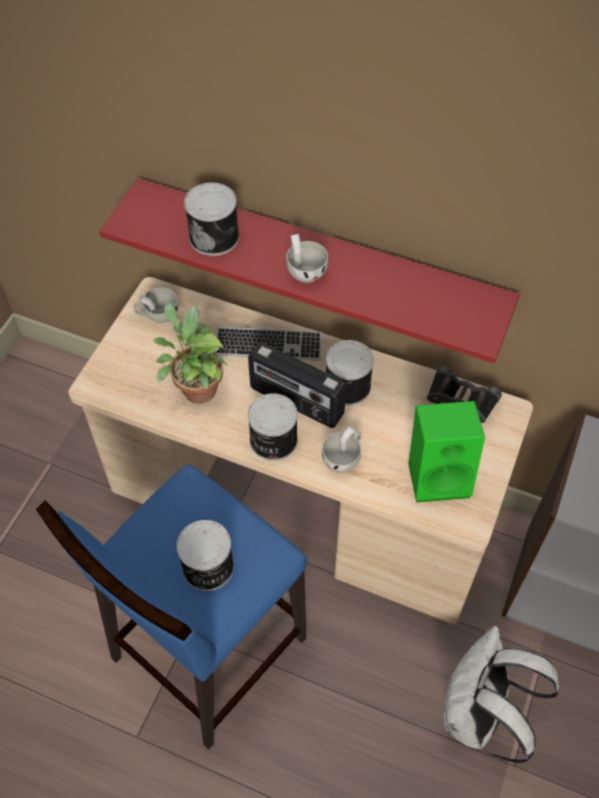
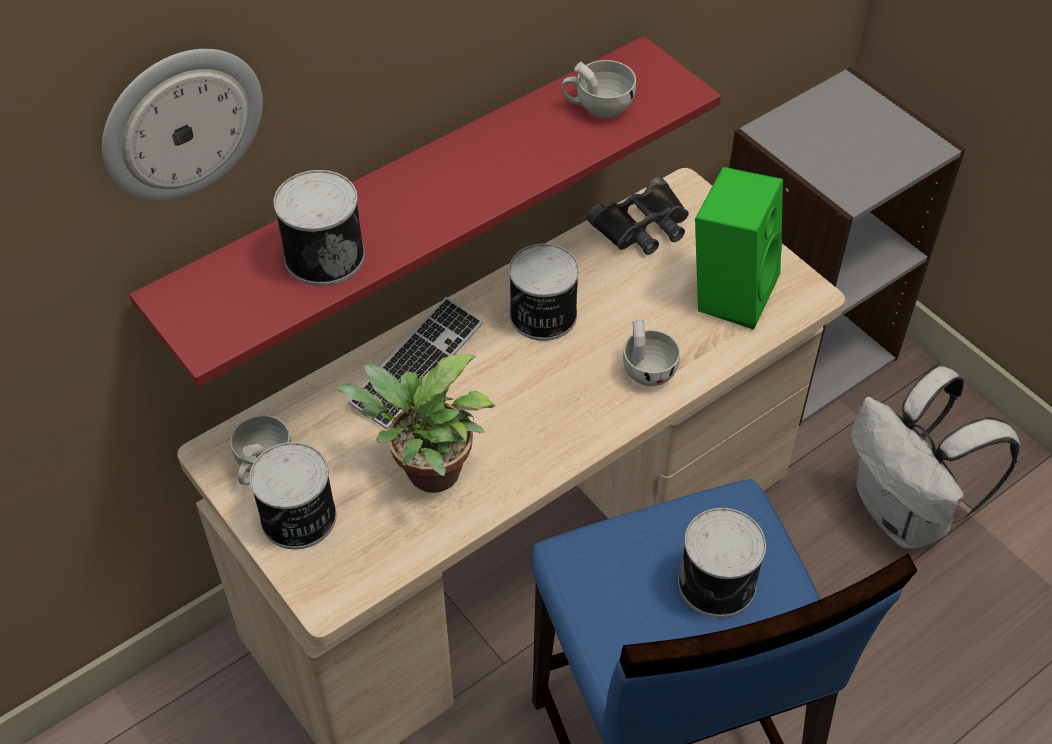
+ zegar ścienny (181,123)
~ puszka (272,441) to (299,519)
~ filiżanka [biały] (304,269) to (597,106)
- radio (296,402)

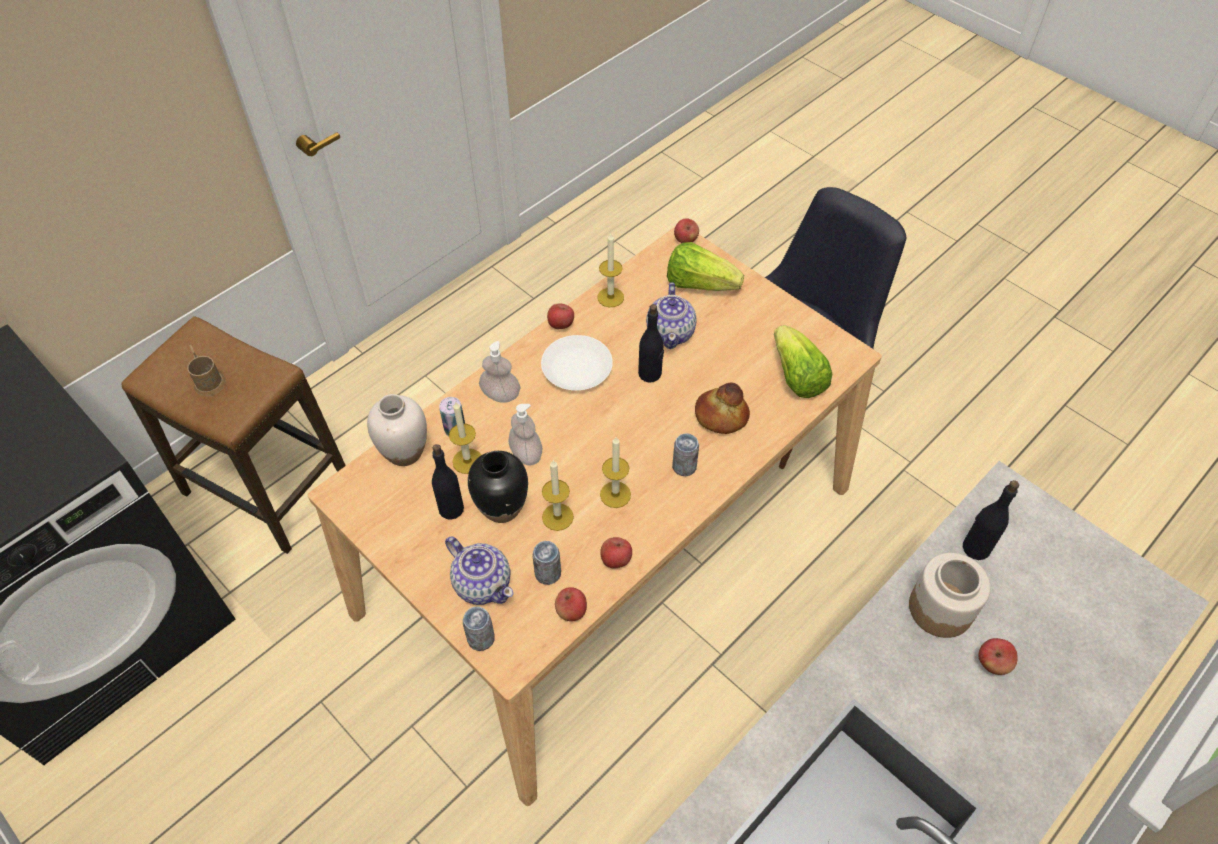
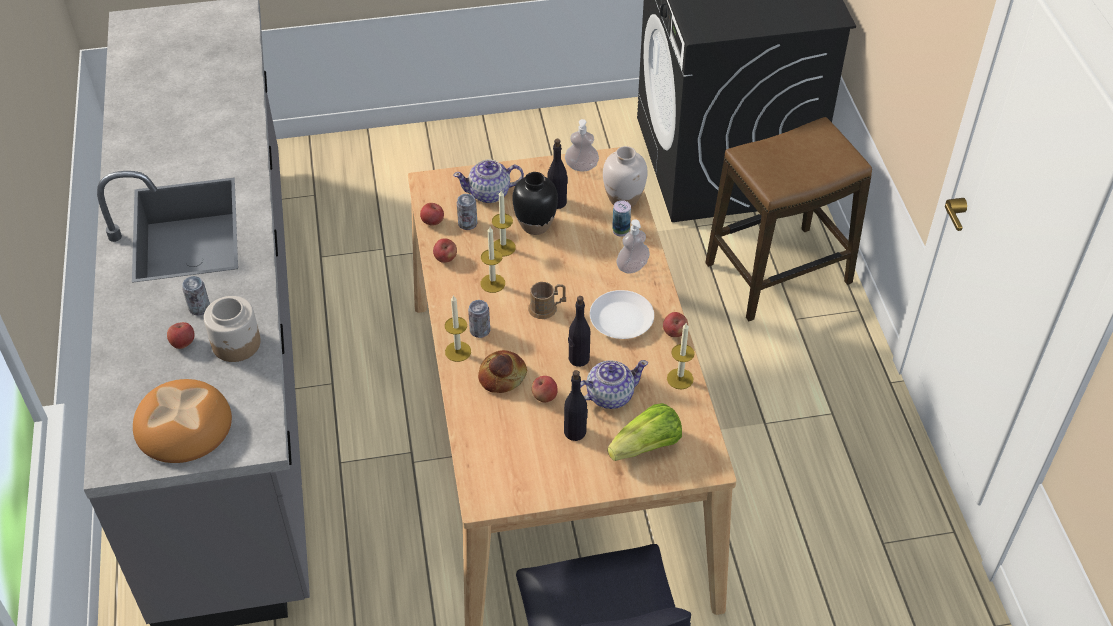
+ chleb (182,426)
~ puszka (481,638) to (199,308)
~ świeca (467,461) to (458,351)
~ kubek [brązowy] (208,380) to (547,308)
~ jabłko (685,240) to (544,396)
~ butelka [czarny] (976,547) to (575,432)
~ dozownik mydła (526,454) to (581,166)
~ imbryk (671,332) = (609,395) 120 degrees clockwise
- sałata (796,376)

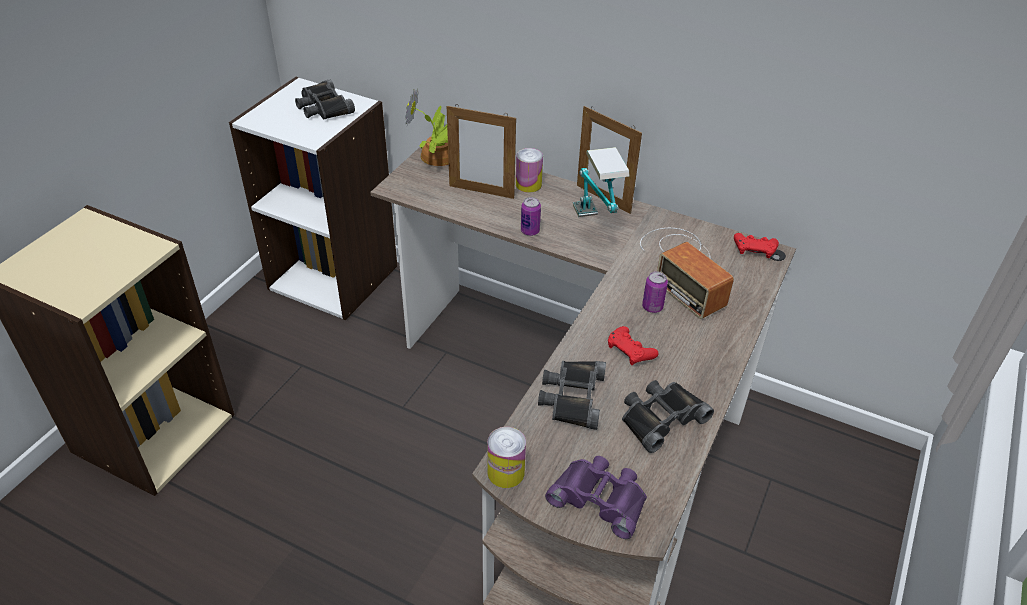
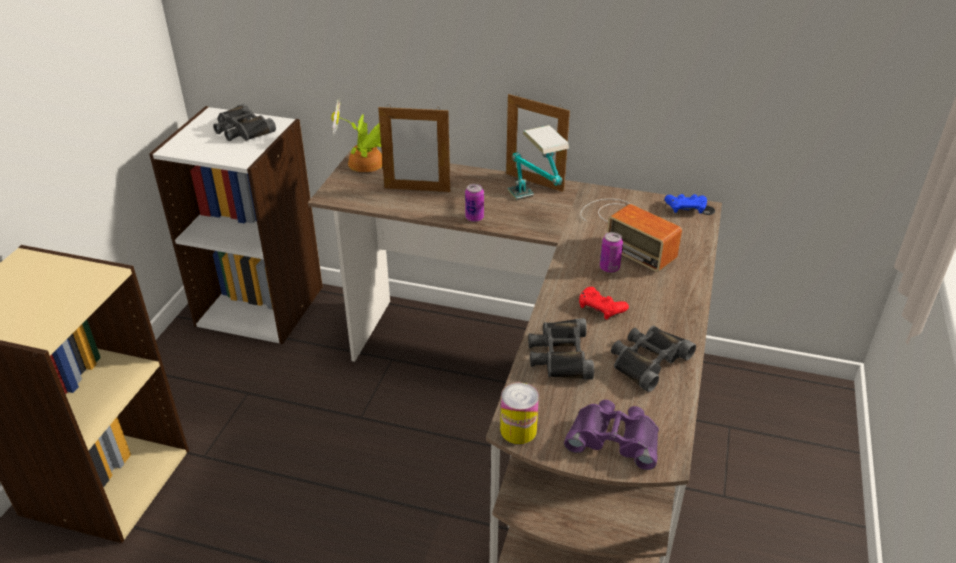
~ pad do gier [czerwony] (754,249) to pad do gier [niebieski] (686,207)
- puszka (528,184)

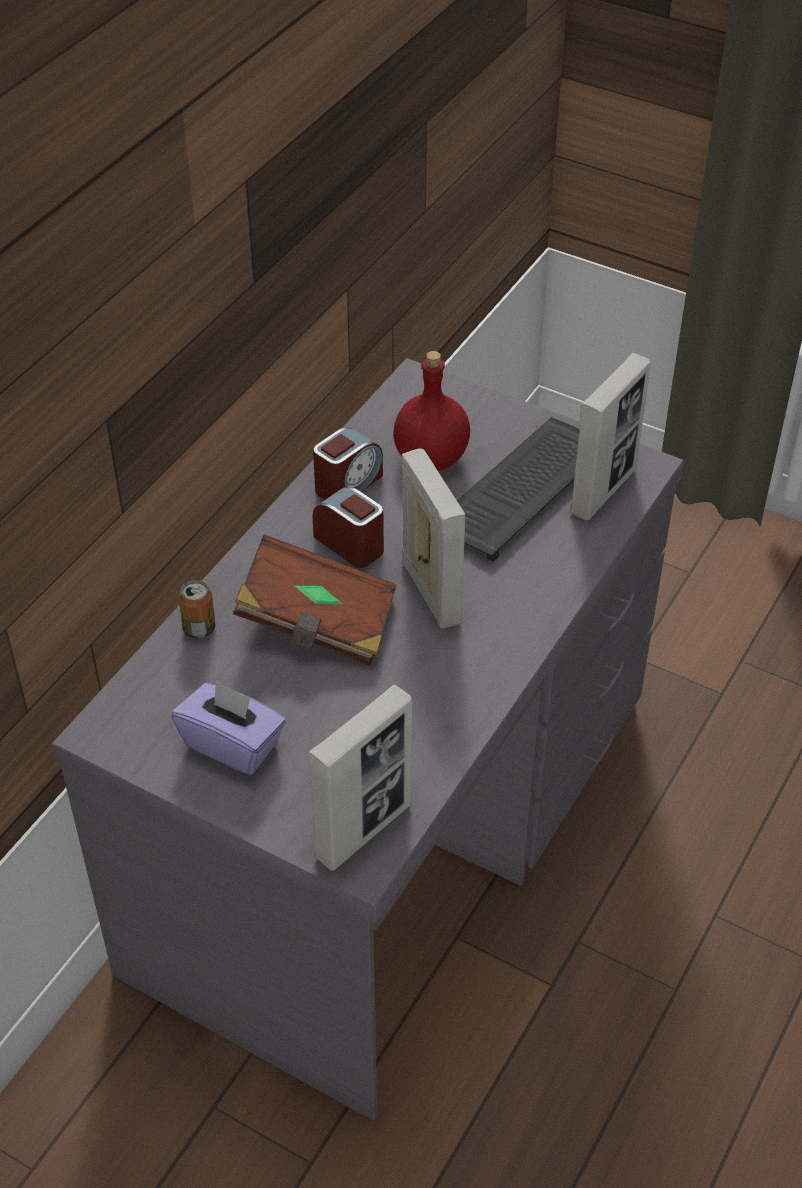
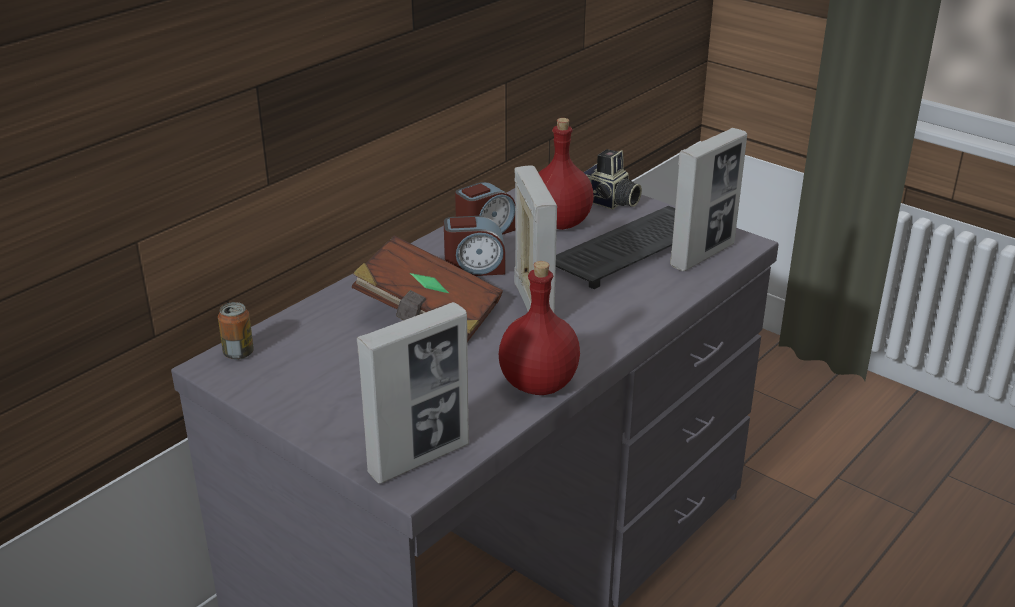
~ puszka (199,629) to (238,353)
~ budzik (350,544) = (474,268) 120 degrees clockwise
+ butelka [czerwony] (539,385)
+ aparat fotograficzny (608,202)
- pudełko chusteczek [fioletowy] (232,744)

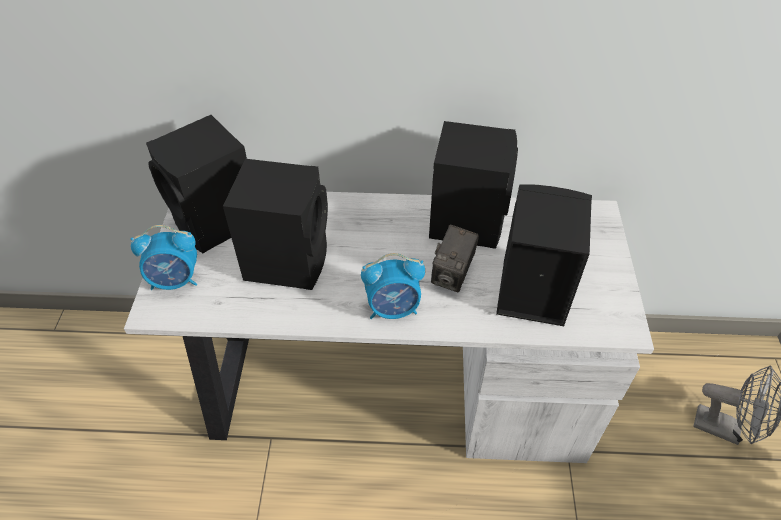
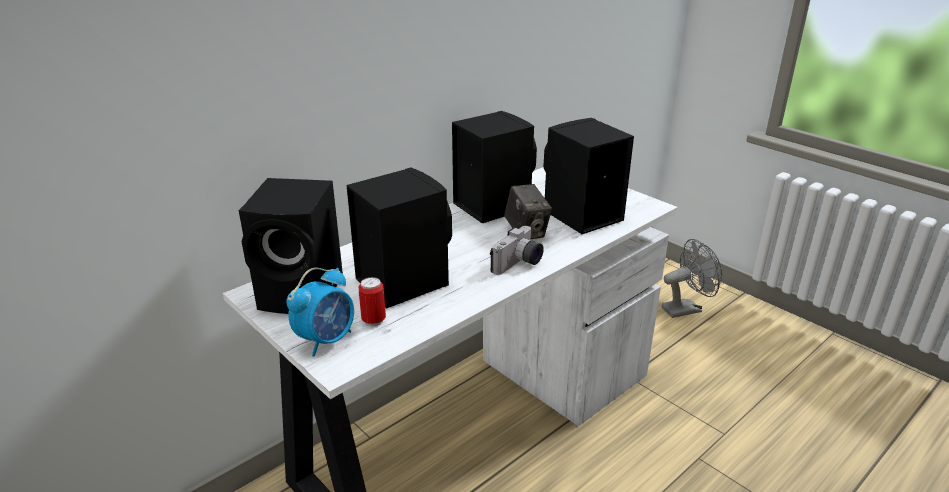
+ puszka (373,320)
~ budzik (393,308) to aparat fotograficzny (518,264)

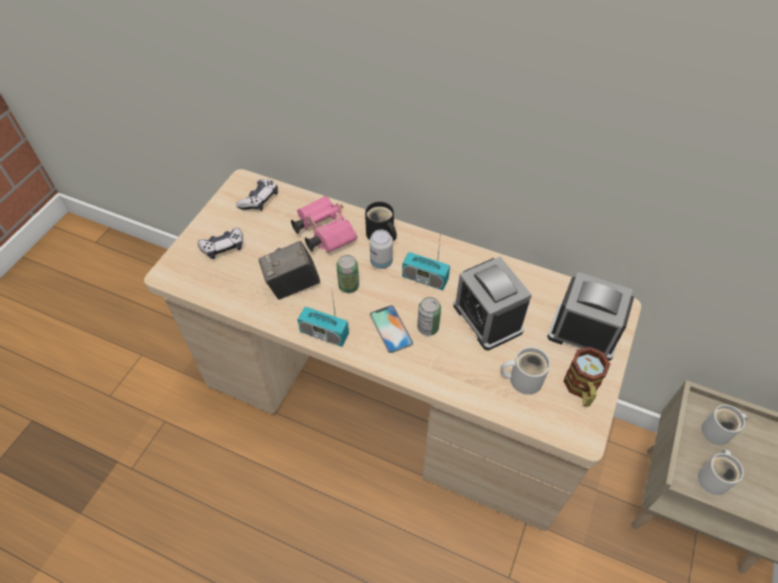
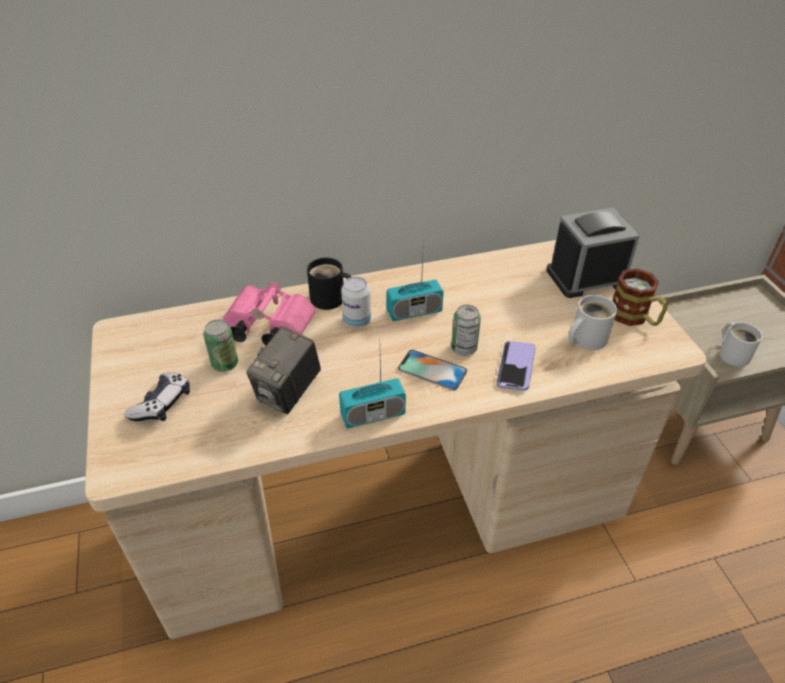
~ puszka (348,286) to (225,364)
+ telefon (515,367)
- pad do gier (259,200)
- budzik (487,318)
- kubek [biały] (719,432)

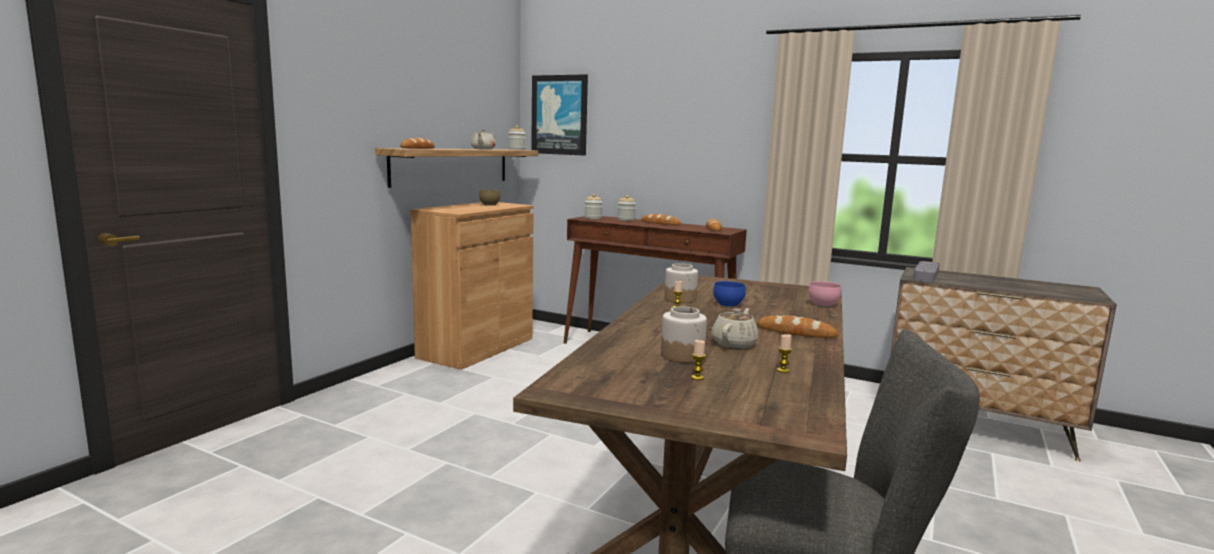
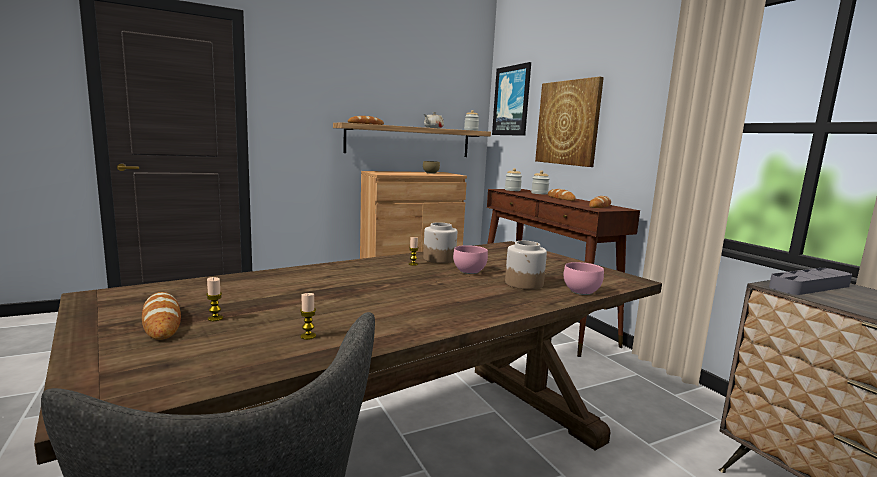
~ chleb (796,332) to (162,321)
~ miska [niebieski] (727,305) to miska [różowy] (468,271)
~ słoik (682,355) to (524,283)
+ obraz (568,123)
- imbryk [beżowy] (734,344)

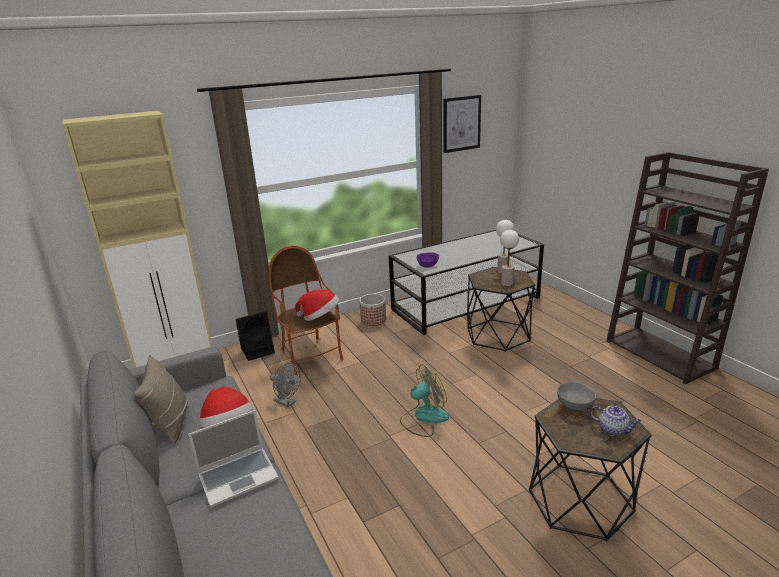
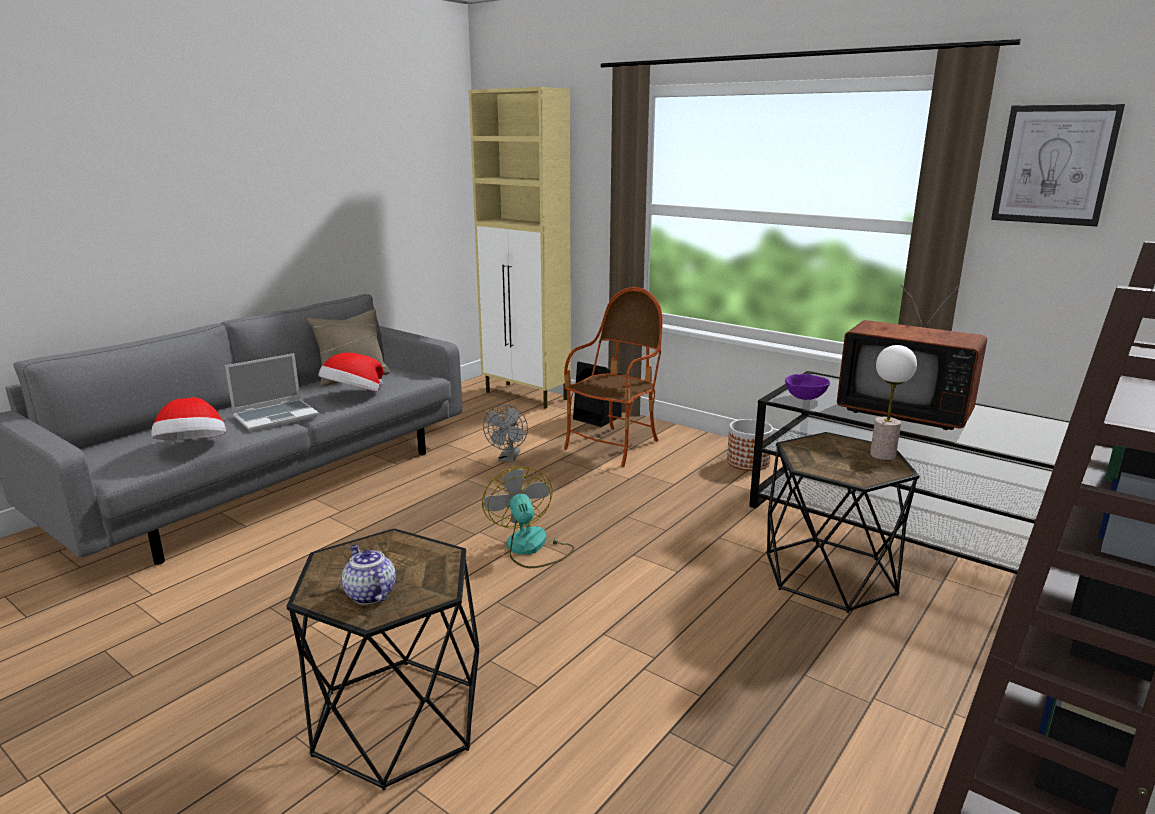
~ kapelusz (320,317) to (193,448)
~ laptop (239,476) = (276,416) 75 degrees counterclockwise
~ imbryk (613,430) = (369,594) 135 degrees clockwise
~ wentylator (424,418) = (530,548) 150 degrees counterclockwise
+ telewizor (904,412)
- lampa stołowa (507,283)
- miska [szary] (574,405)

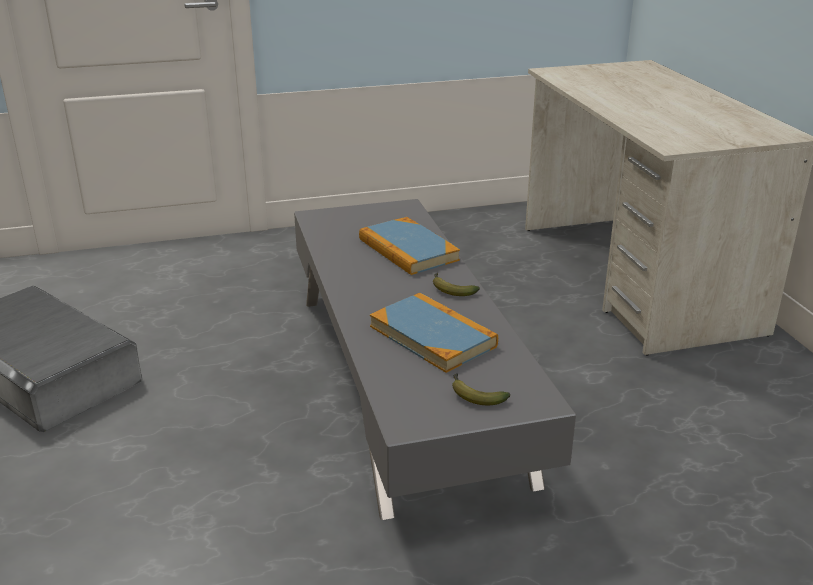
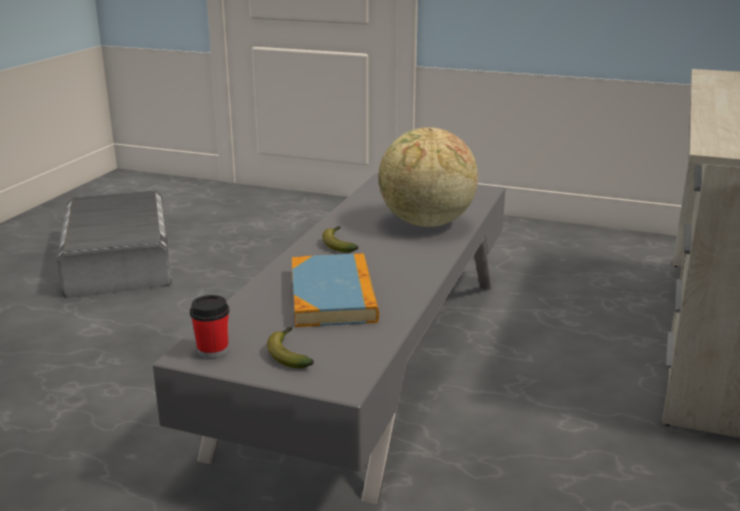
+ filiżanka (213,350)
~ banan (451,289) to (338,244)
~ książka (408,250) to globus (426,223)

